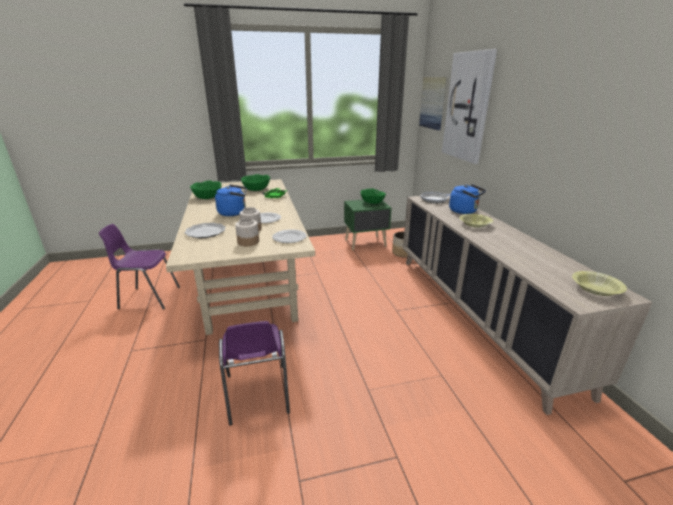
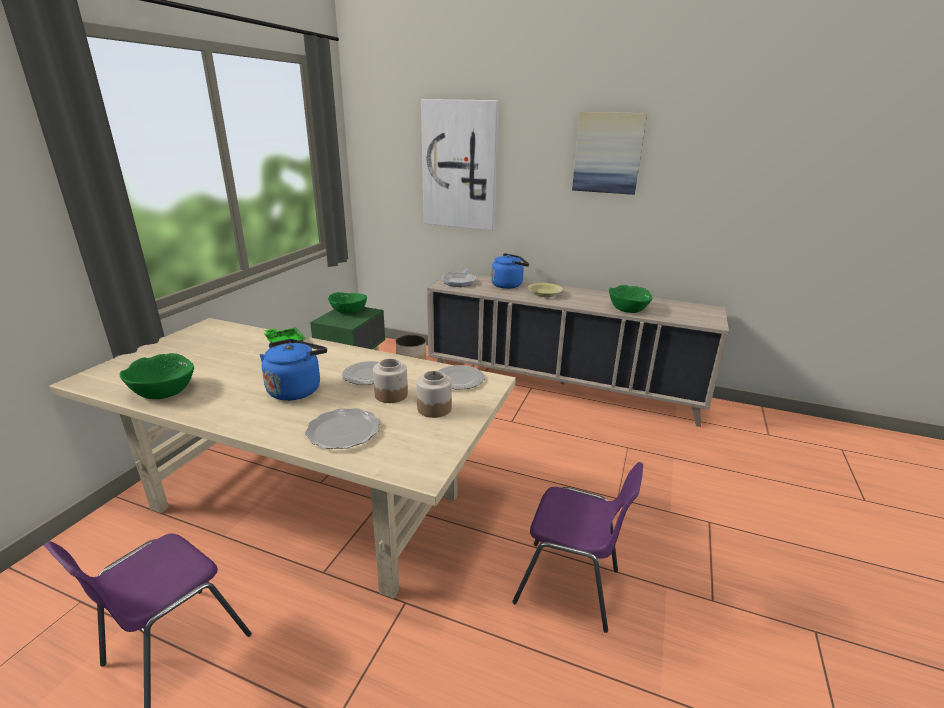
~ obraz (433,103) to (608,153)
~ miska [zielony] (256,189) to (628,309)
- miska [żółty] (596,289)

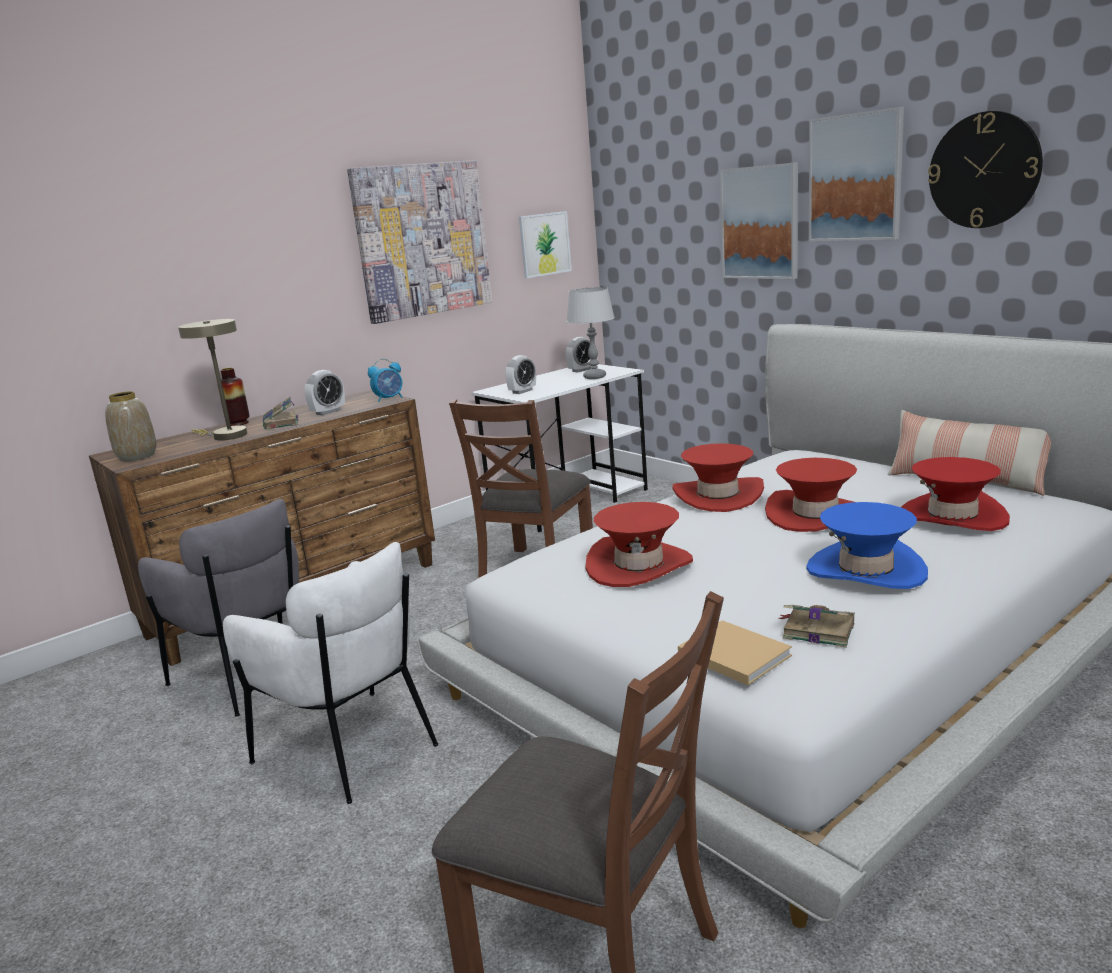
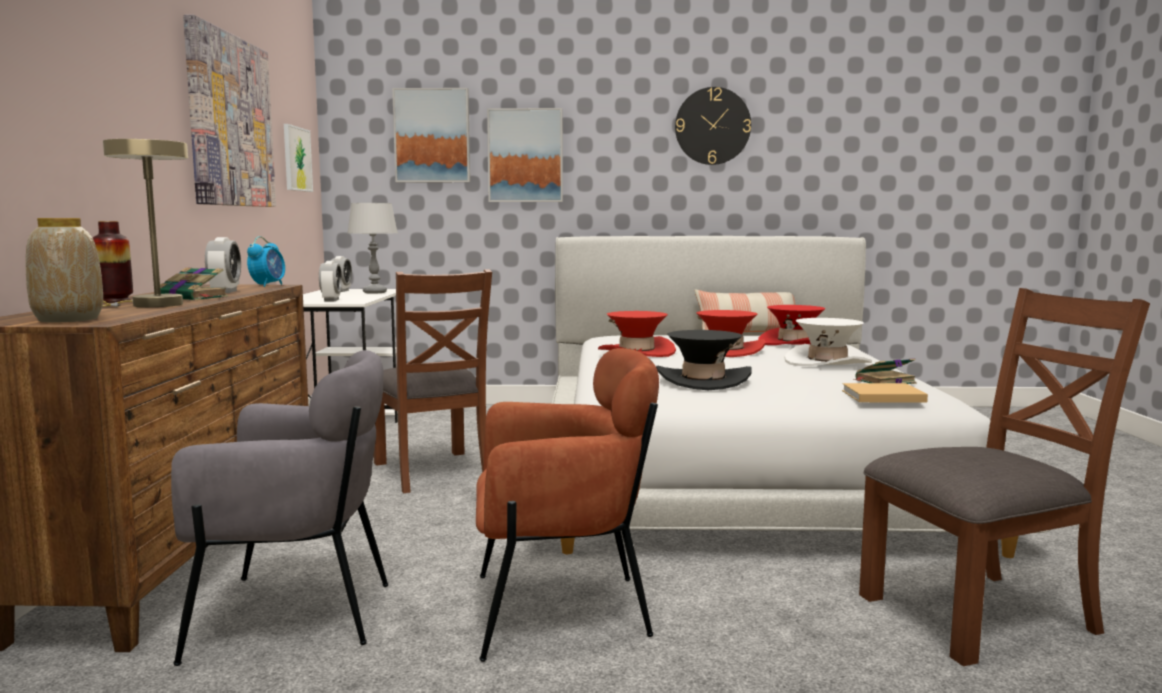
~ obraz (855,177) to (432,136)
~ fotel [biały] (353,749) to fotel [brązowy] (560,610)
~ kapelusz [czerwony] (639,566) to kapelusz [czarny] (703,380)
~ kapelusz [niebieski] (865,570) to kapelusz [biały] (827,362)

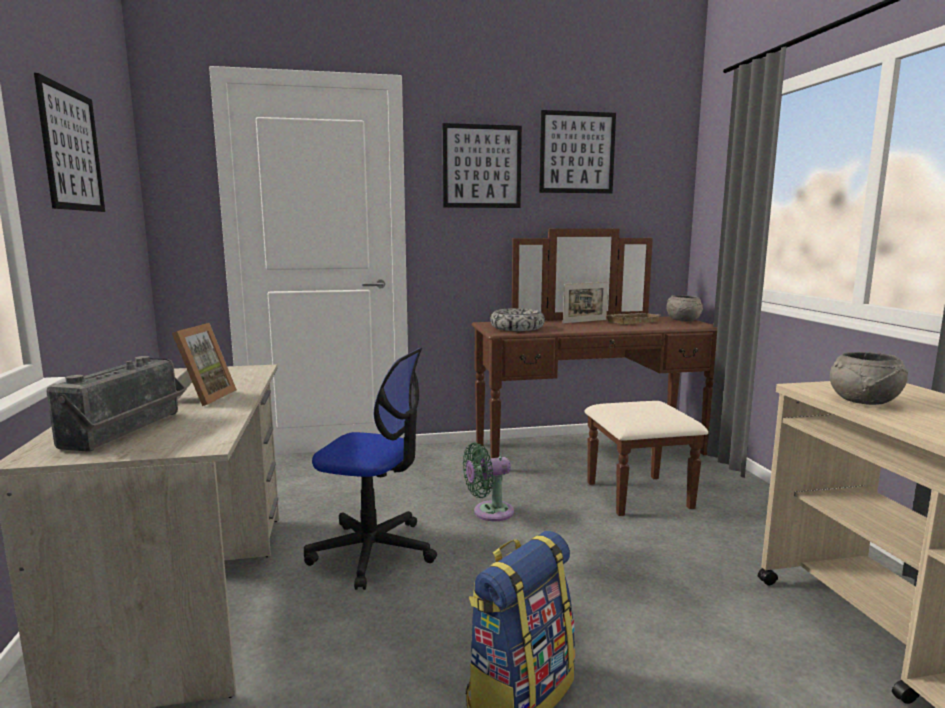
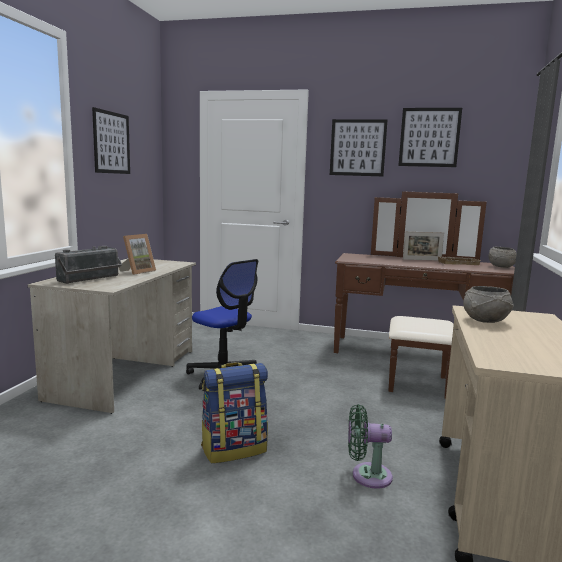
~ wentylator [zielony] (489,512) to (367,475)
- miska (517,328)

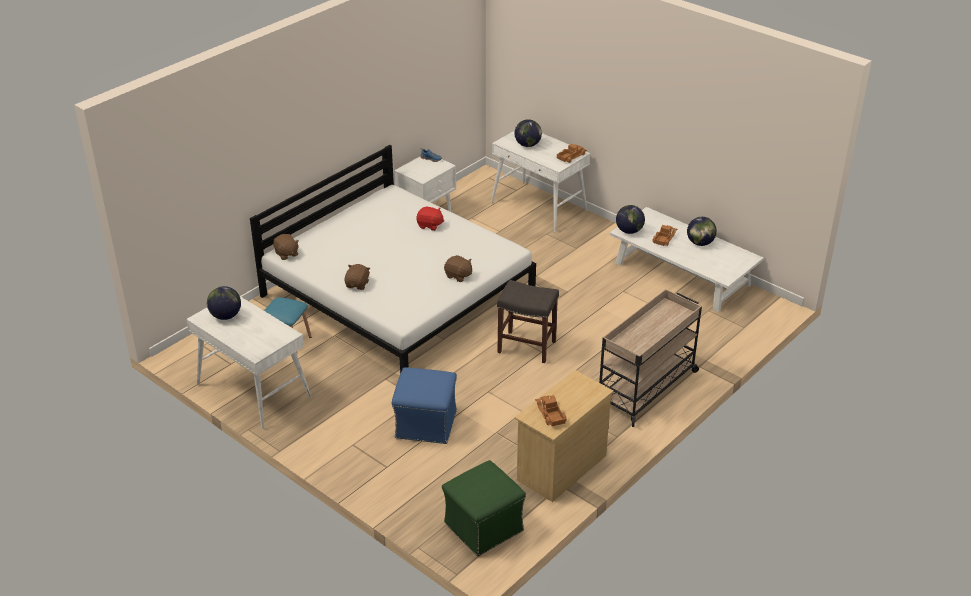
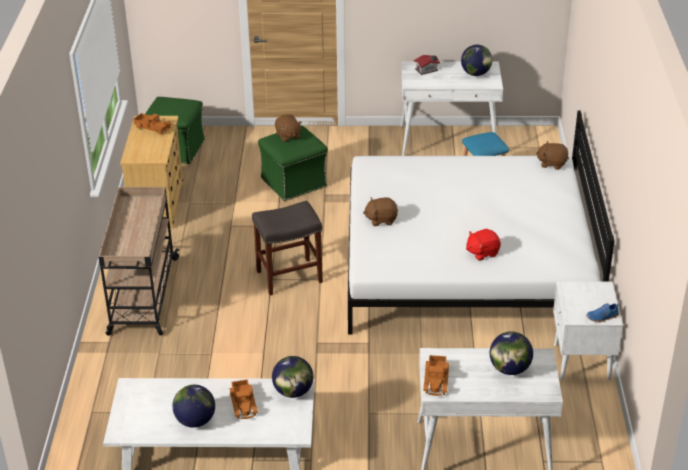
~ pufa [niebieski] (425,424) to pufa [zielony] (294,182)
~ pluszak [brązowy] (357,284) to (288,136)
+ domek (427,70)

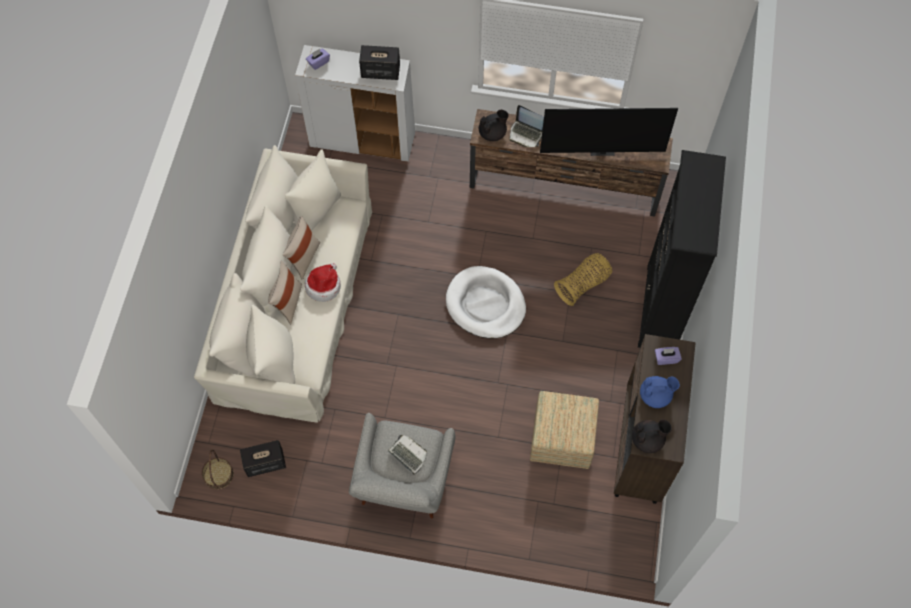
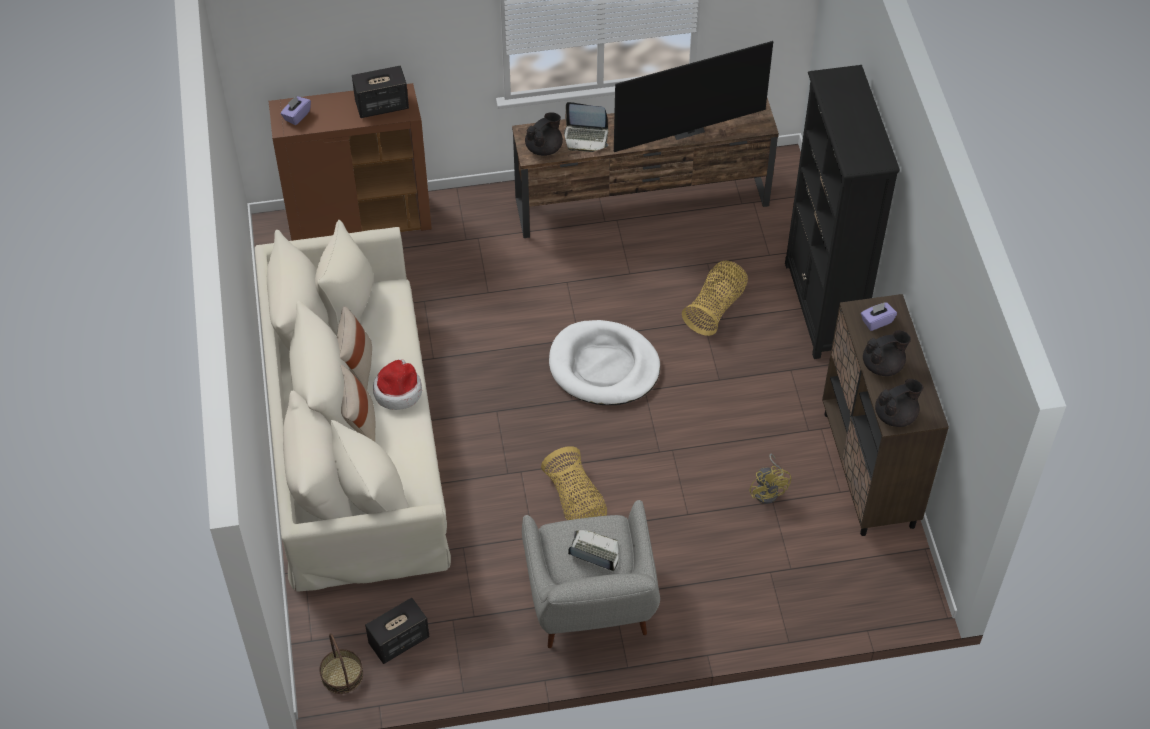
~ szafka [biały] (363,140) to szafka [brązowy] (360,221)
+ koszyk (575,502)
~ pufa (563,438) to wentylator [żółty] (768,490)
~ imbryk [niebieski] (655,396) to imbryk [czarny] (883,365)

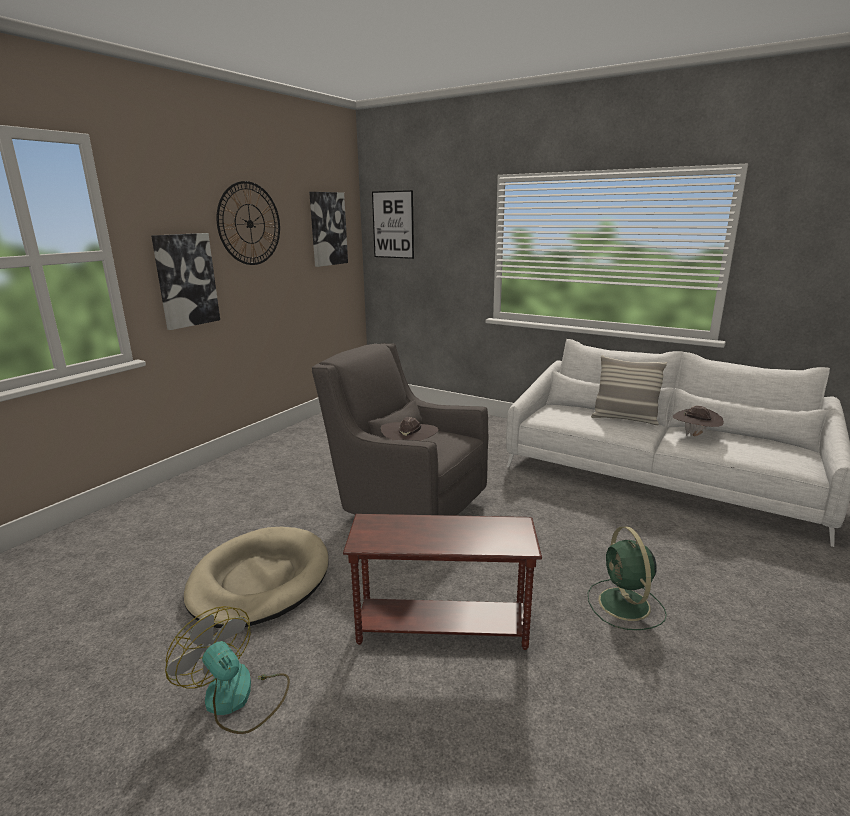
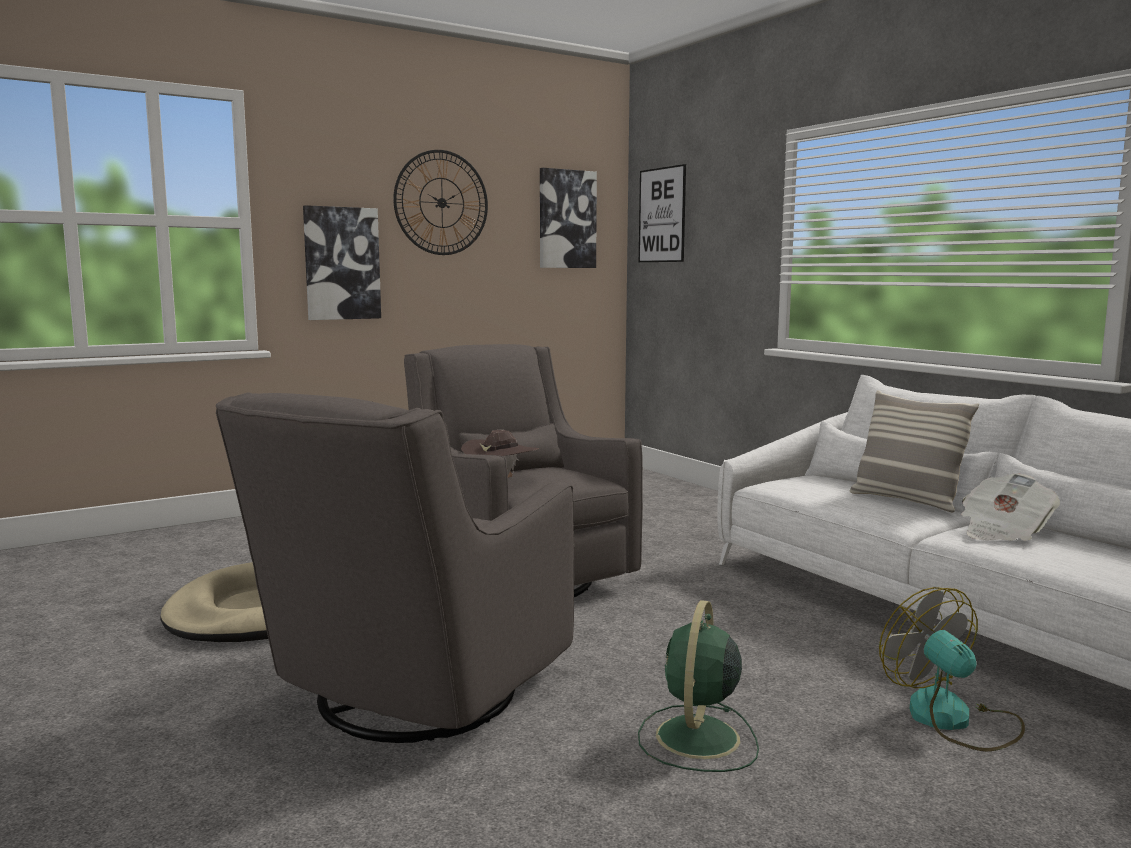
~ stolik [brązowy] (442,628) to fotel [szary] (410,697)
~ wentylator (237,698) to (953,720)
~ kapelusz [brązowy] (695,436) to gazeta (1003,532)

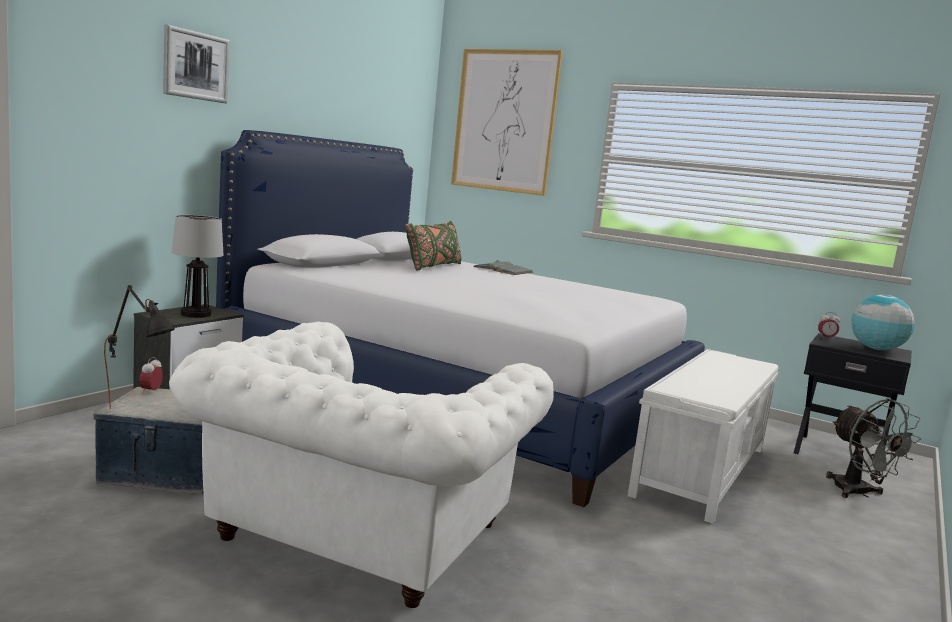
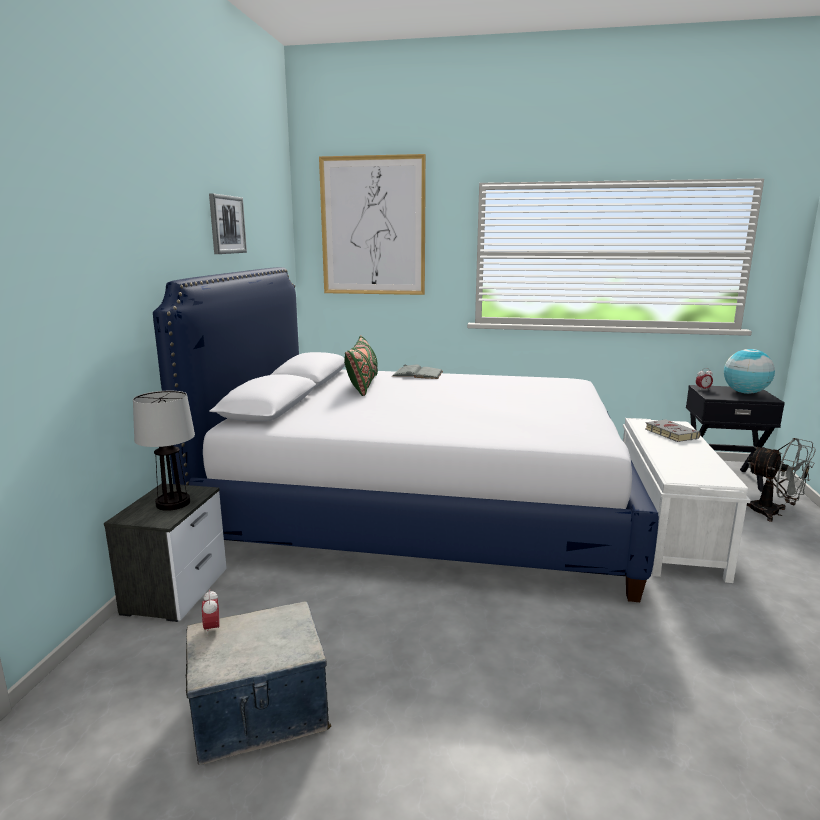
~ obraz (195,65) to (227,224)
+ książka [szary] (669,433)
- lampa stołowa [czarny] (138,413)
- fotel [biały] (356,535)

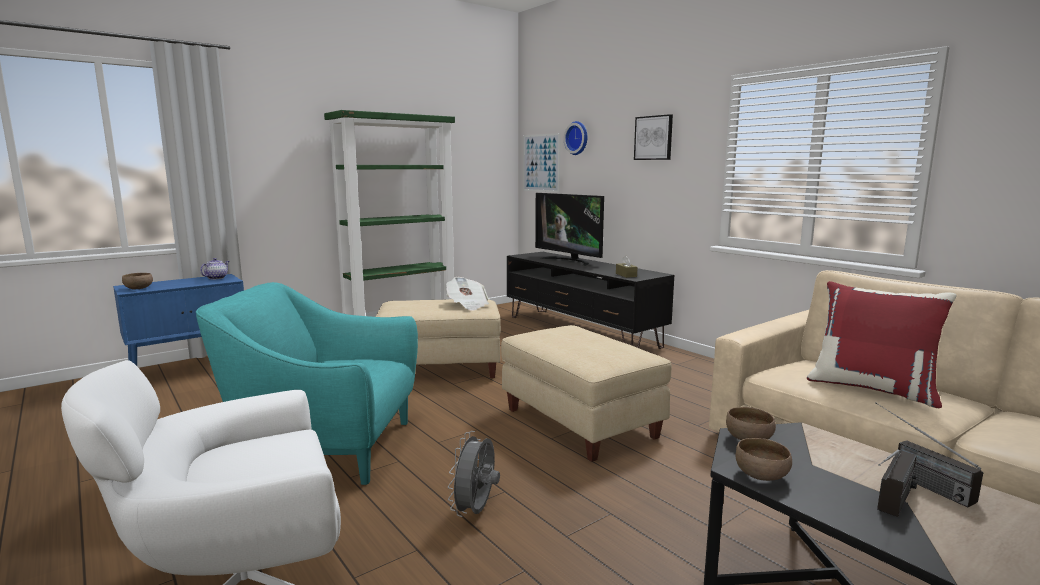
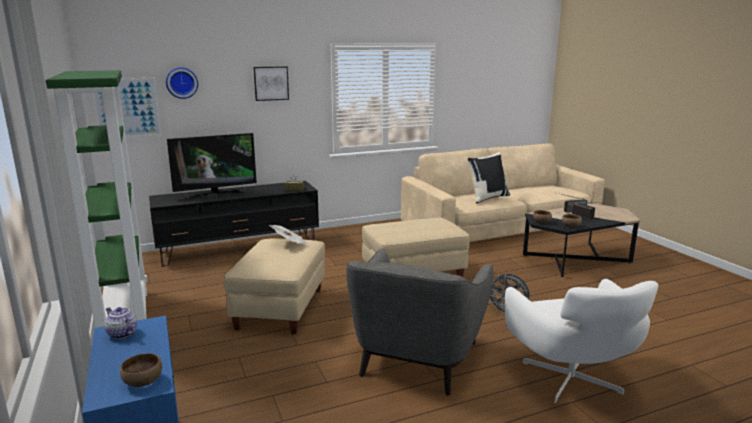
~ fotel [turkusowy] (325,447) to fotel [szary] (417,359)
~ poduszka [czerwony] (872,388) to poduszka [czarny] (487,198)

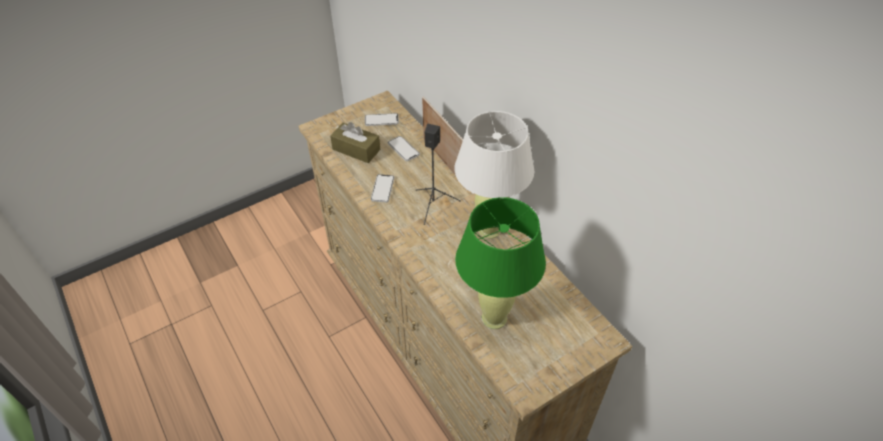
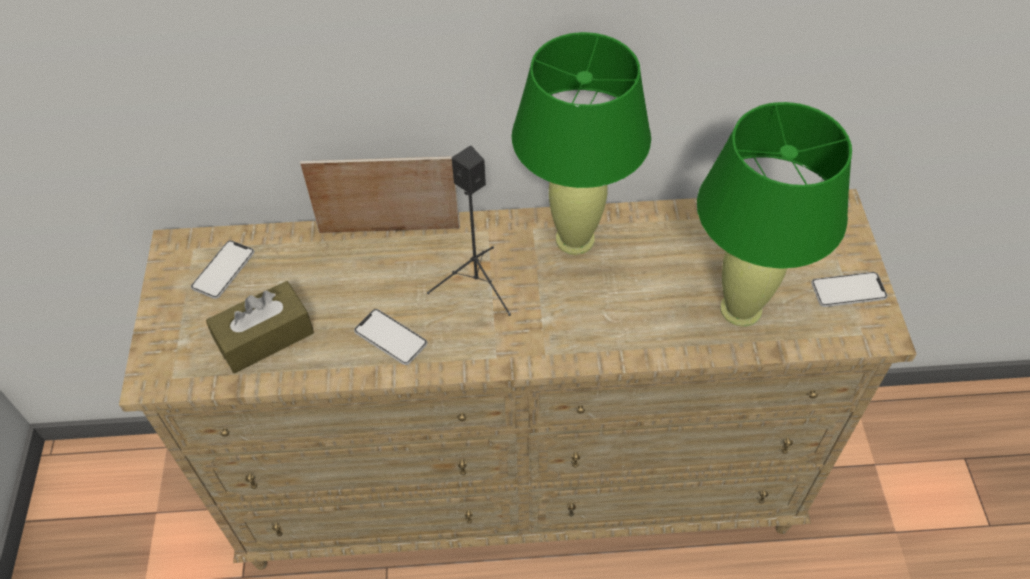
~ lampa stołowa [biały] (489,229) to lampa stołowa [zielony] (574,239)
~ telefon (403,149) to (848,290)

